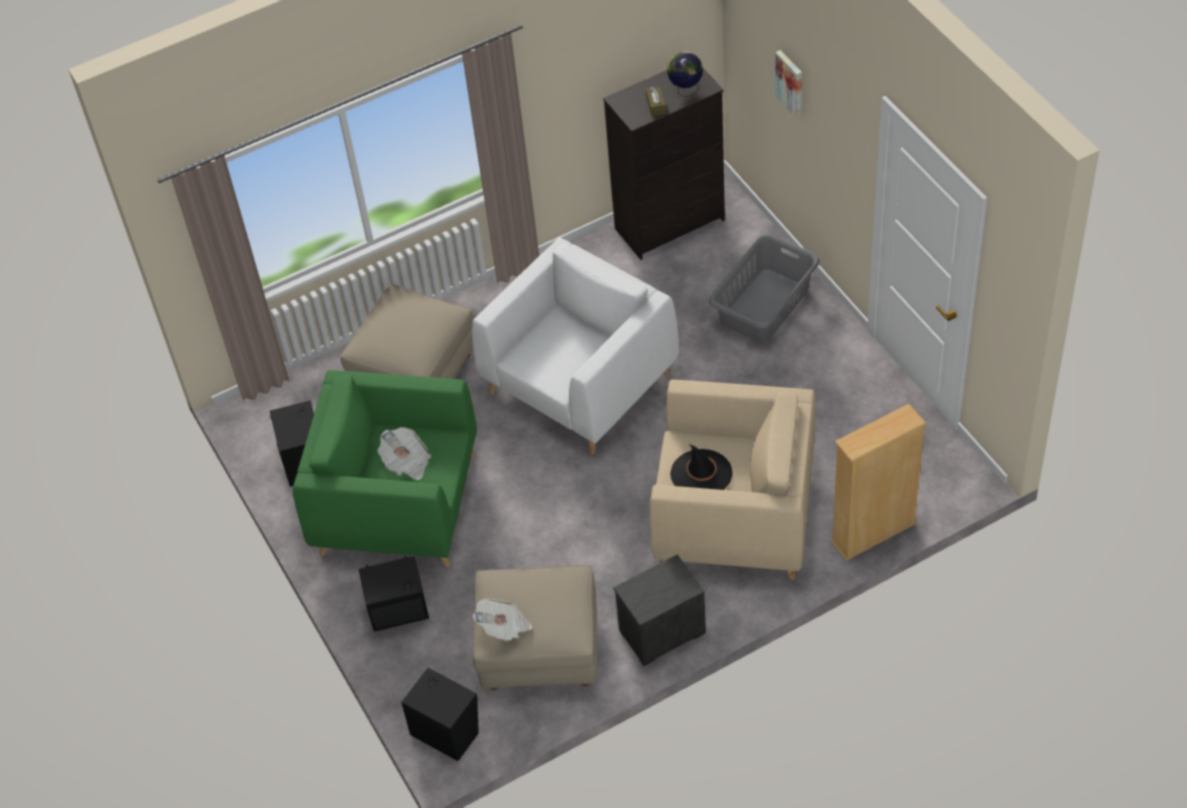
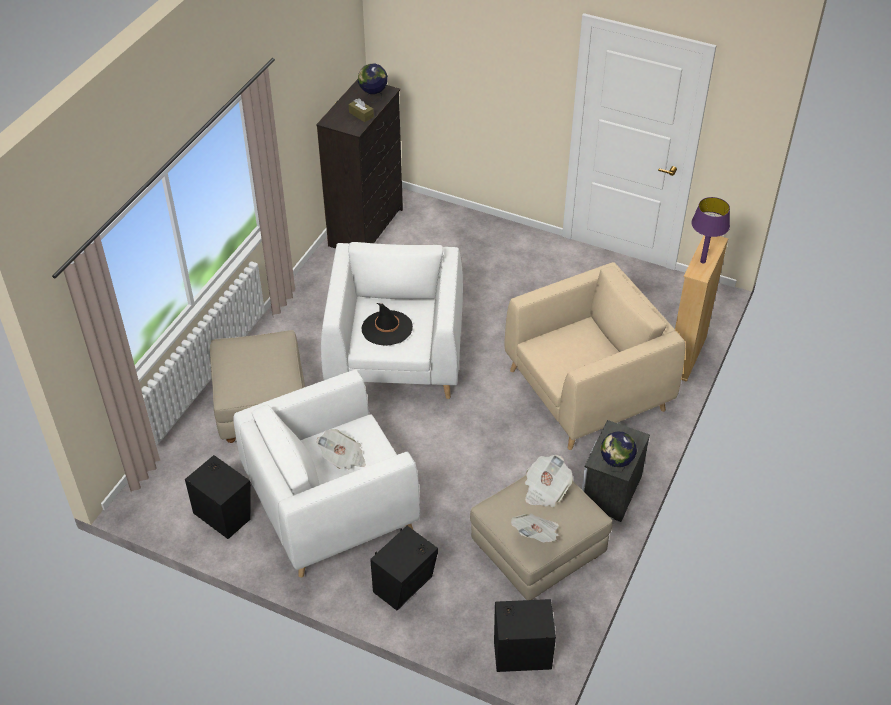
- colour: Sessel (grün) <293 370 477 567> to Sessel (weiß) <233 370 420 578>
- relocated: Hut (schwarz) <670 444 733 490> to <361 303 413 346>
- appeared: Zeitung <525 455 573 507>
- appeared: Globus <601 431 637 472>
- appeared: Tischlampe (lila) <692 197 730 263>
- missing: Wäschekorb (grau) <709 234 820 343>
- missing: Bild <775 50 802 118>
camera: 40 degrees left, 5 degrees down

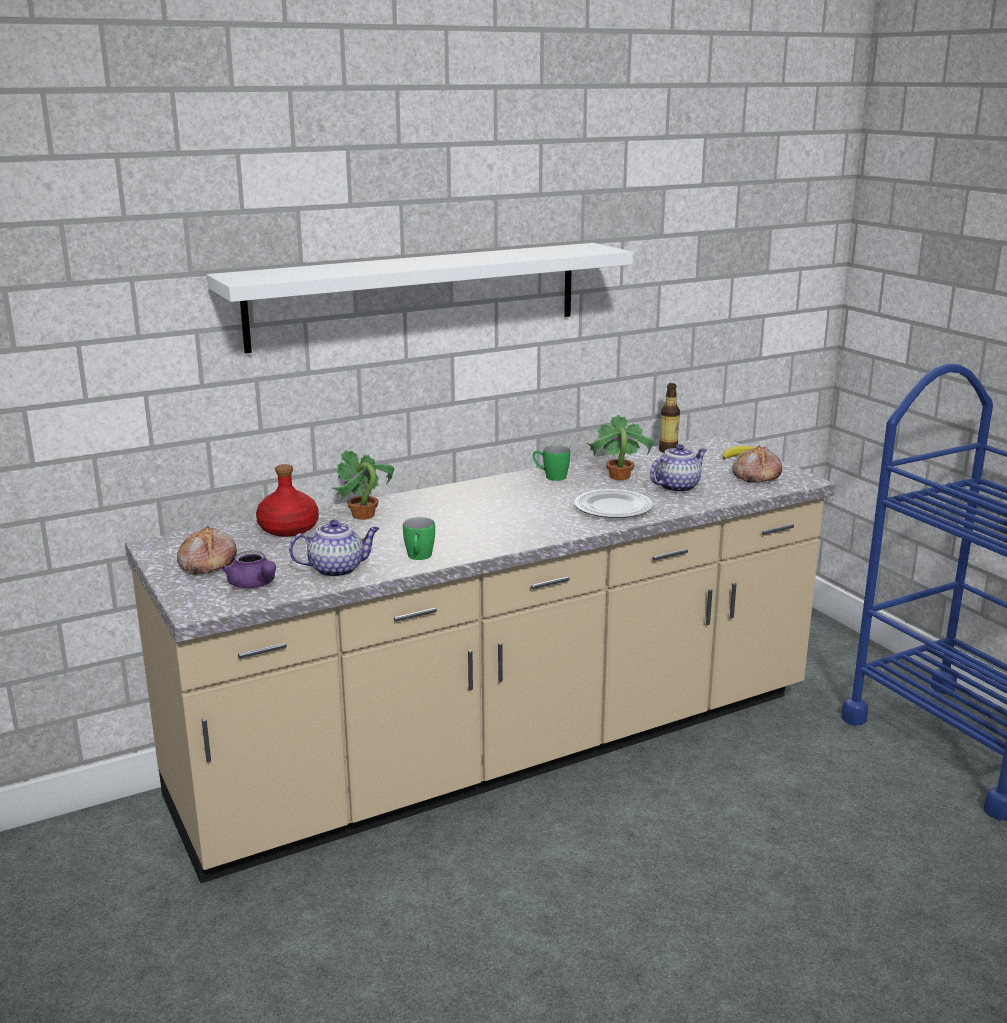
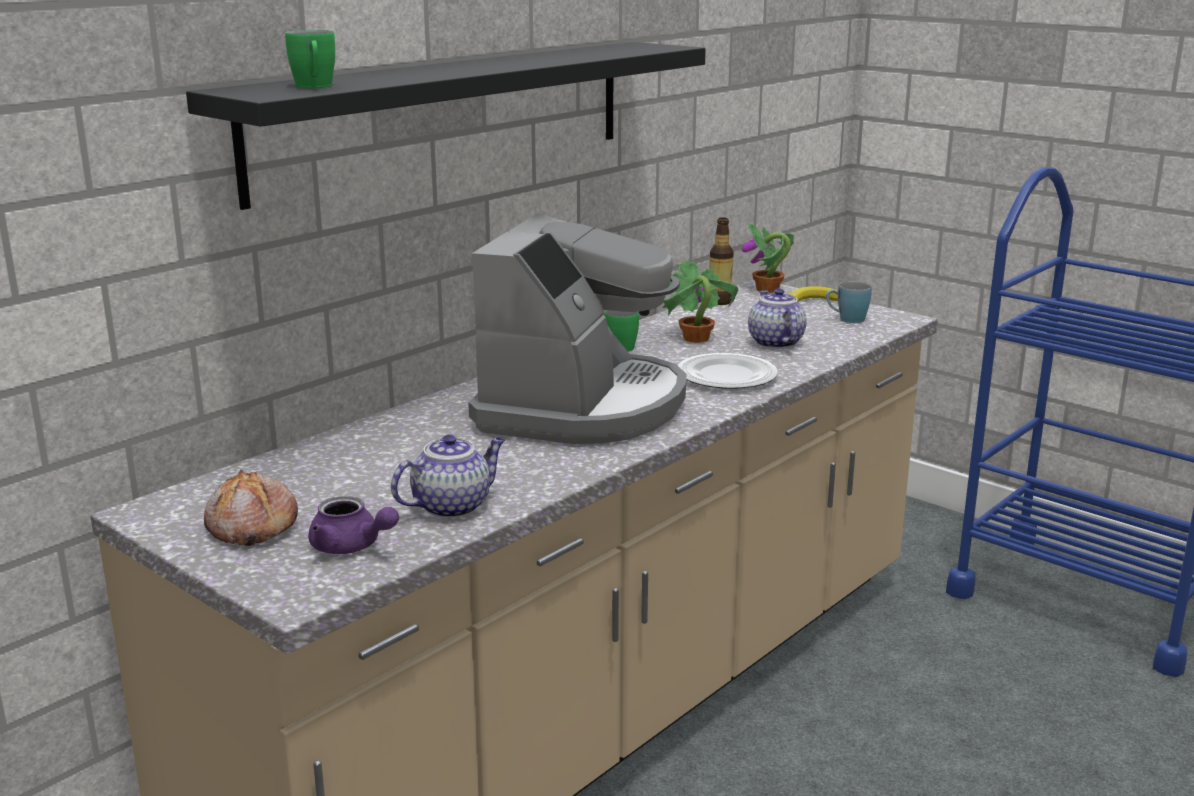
- colour: Wandregal (weiß) <207 243 633 353> to Wandregal (schwarz) <186 42 706 210>
- relocated: Henkelbecher (grün) <403 517 435 560> to <285 30 335 88>
- appeared: Kaffeemaschine <468 213 686 444>
- relocated: Topfpflanze <332 450 394 520> to <741 223 794 293>
- spun: Teekanne <650 444 706 493> = <748 288 806 349> 45 degrees counterclockwise
- exchanged: Brot <732 445 782 482> to Henkelbecher (blau) <826 281 872 323>
- missing: Flasche (rot) <256 464 319 537>
camera: 20 degrees left, 0 degrees up

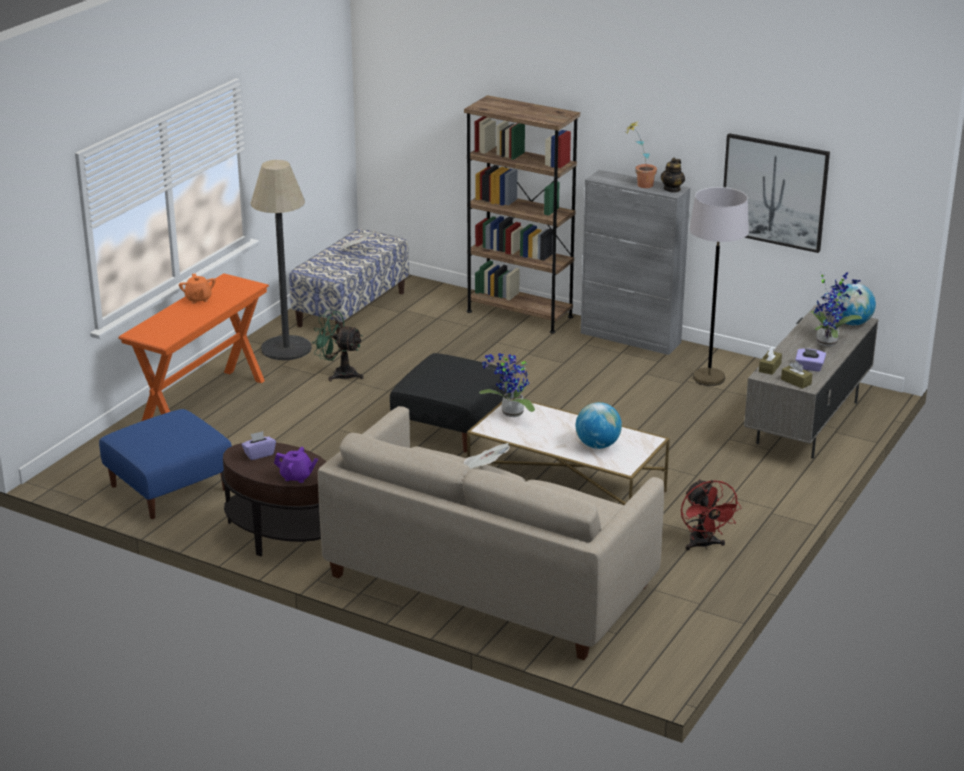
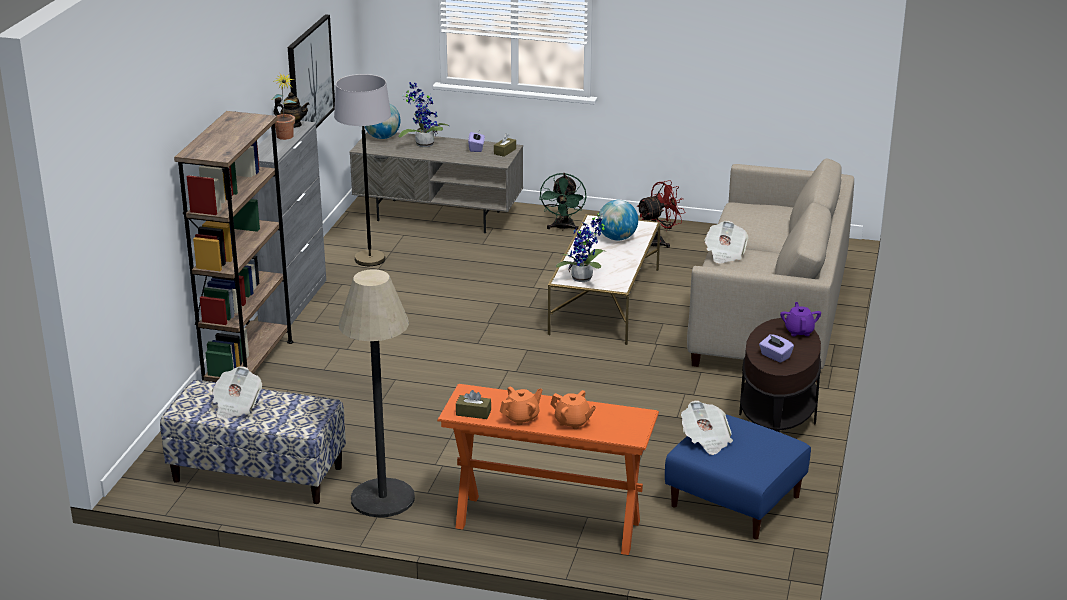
- relocated: Taschentuchbox (braun) <759 347 782 375> to <456 390 491 419>
- relocated: Ventilator (grün) <312 310 364 381> to <539 173 586 231>
- appeared: Teekanne (orange) <550 390 596 430>
- appeared: Zeitung <681 400 733 455>
- missing: Polsterhocker (schwarz) <390 353 509 453>
camera: 105 degrees left, 0 degrees up

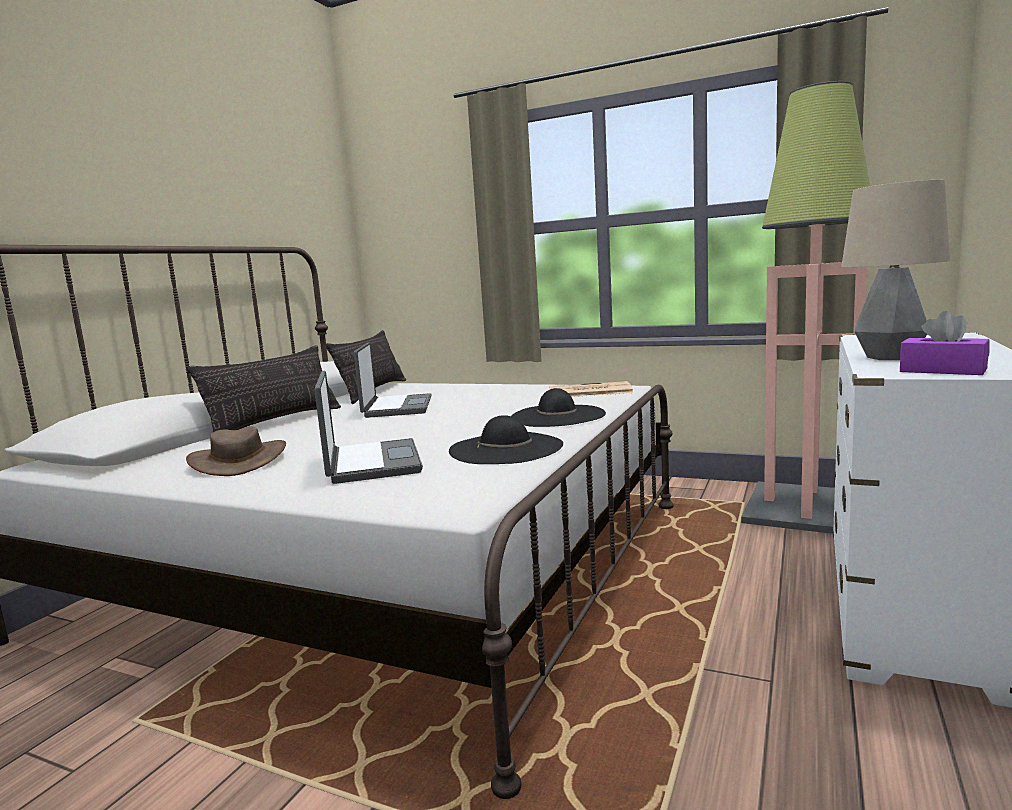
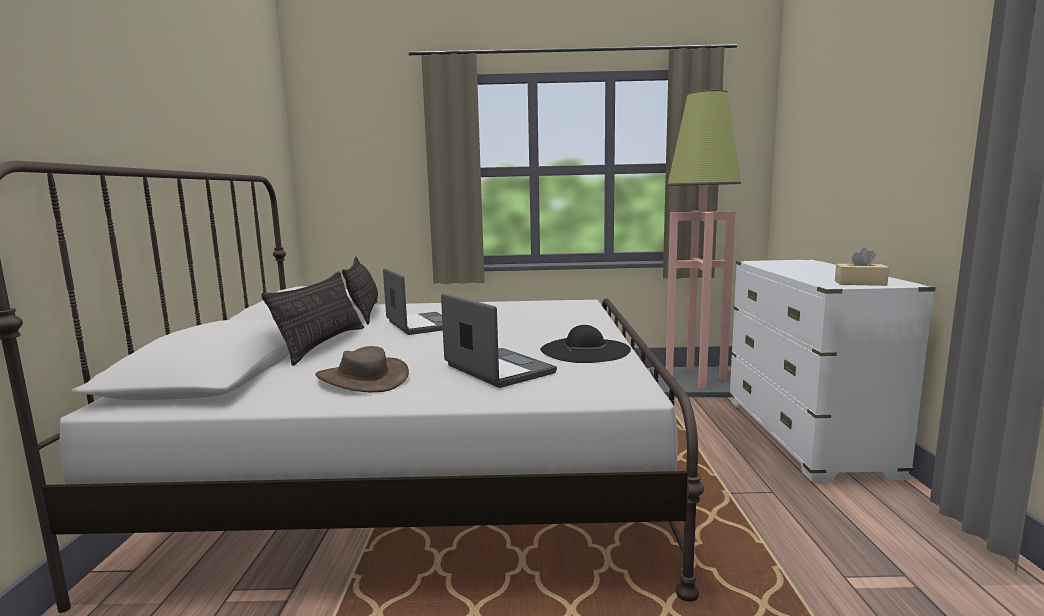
- colour: Taschentuchbox (lila) <900 311 990 375> to Taschentuchbox (beige) <835 248 889 286>
- missing: Hut (schwarz) <511 388 606 427>
- missing: Zeitung <549 381 633 397>
- missing: Tischlampe <841 180 950 360>
camera: 25 degrees left, 0 degrees up

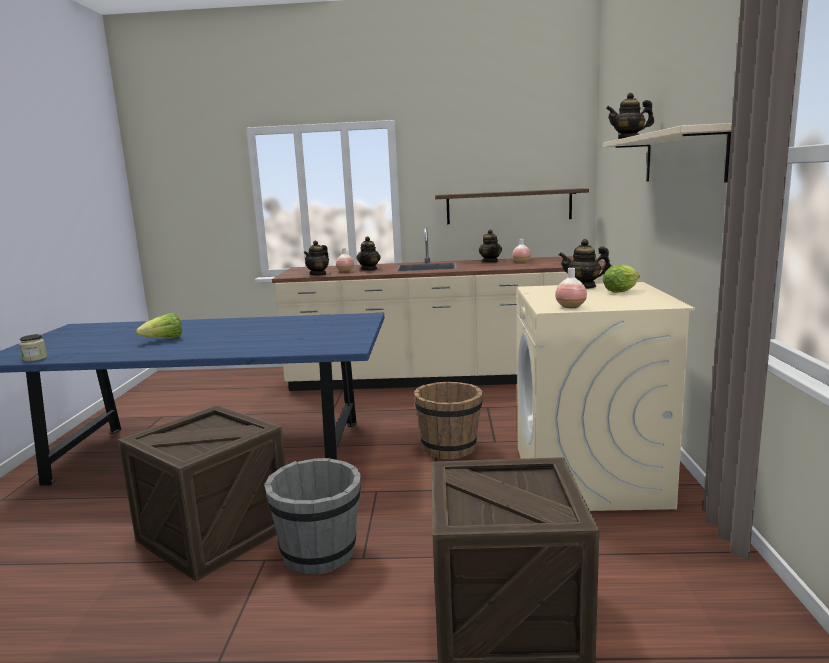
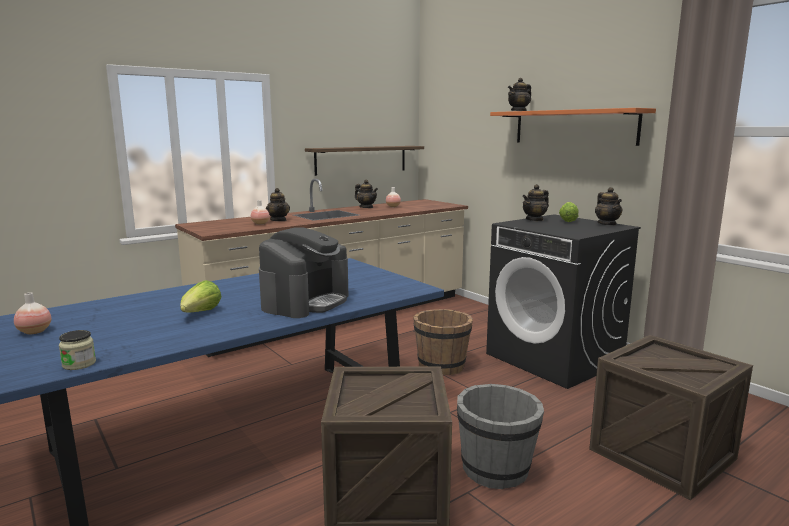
- relocated: Vase <555 268 587 308> to <14 292 51 334>
- appeared: Kaffeemaschine <259 227 348 318>
- colour: Waschmaschine (beige) <517 282 695 511> to Waschmaschine (schwarz) <486 214 641 389>
- colour: Wandregal (beige) <603 123 732 182> to Wandregal (orange) <490 108 656 146>
- relocated: Teekanne <304 240 329 276> to <595 187 622 226>
camera: 40 degrees left, 0 degrees up

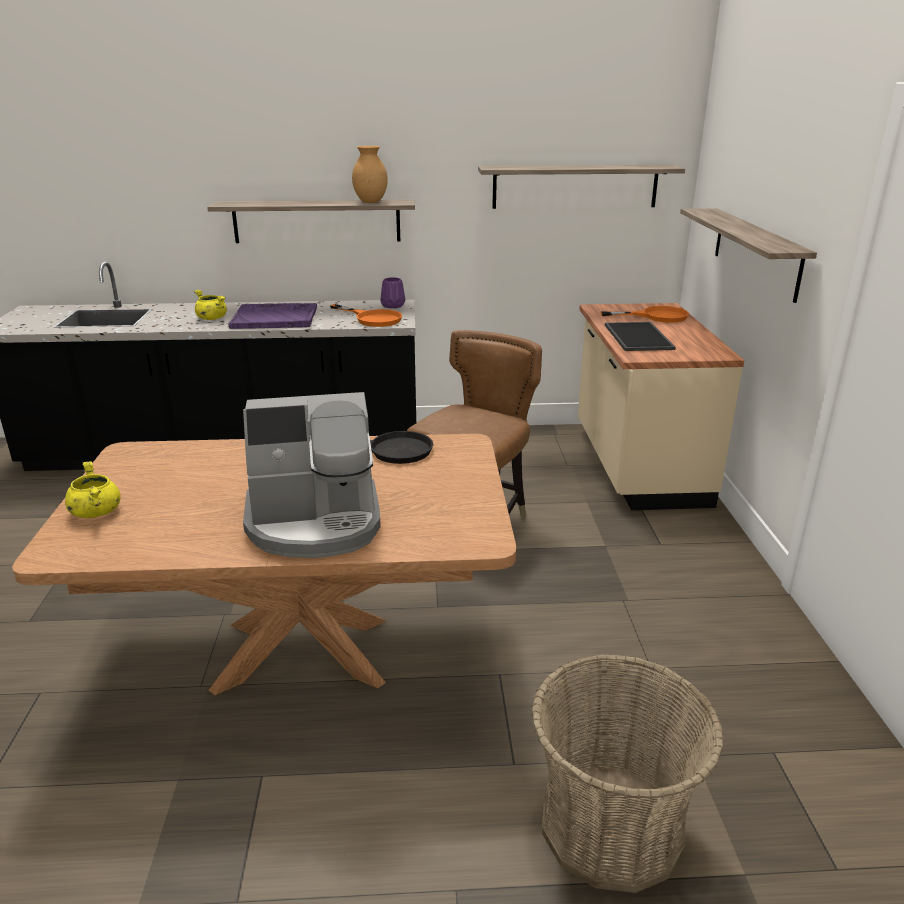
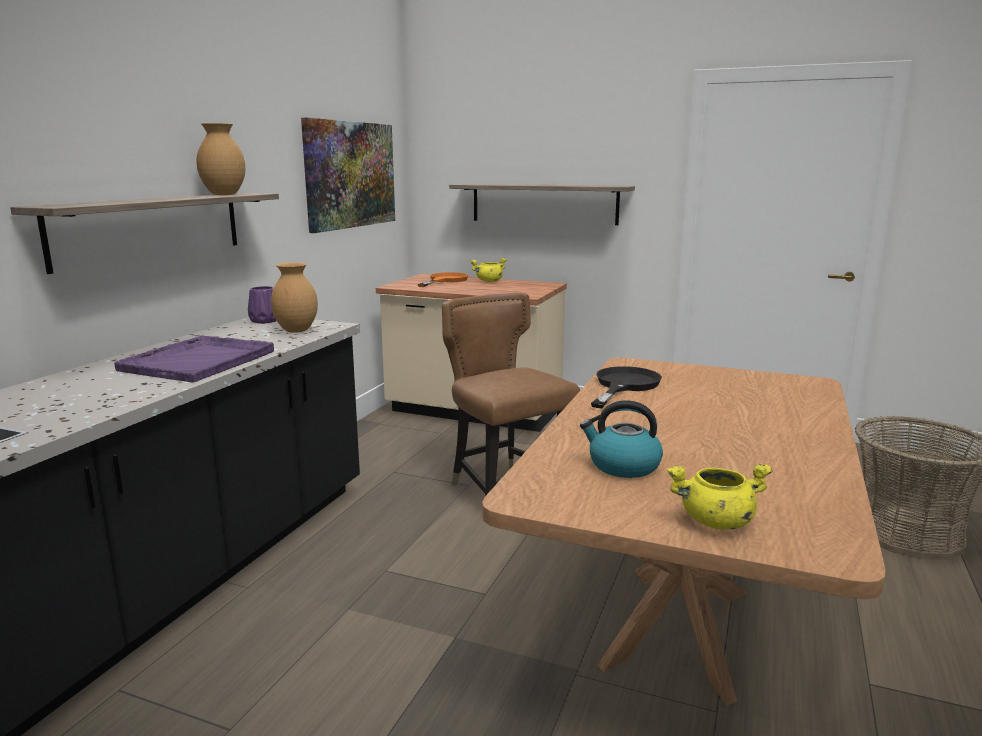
- exchanged: Pfanne (orange) <330 304 402 327> to Vase (braun) <271 262 318 333>
- exchanged: Wandregal <478 165 685 209> to Bild <301 118 395 233>
- relocated: Kochtopf (gelb) <194 290 227 320> to <470 258 507 282>
- appeared: Wasserkessel <580 400 663 478>
- missing: Kaffeemaschine <243 392 381 558>
- missing: Tablett <605 322 675 351>
camera: 65 degrees left, 10 degrees down

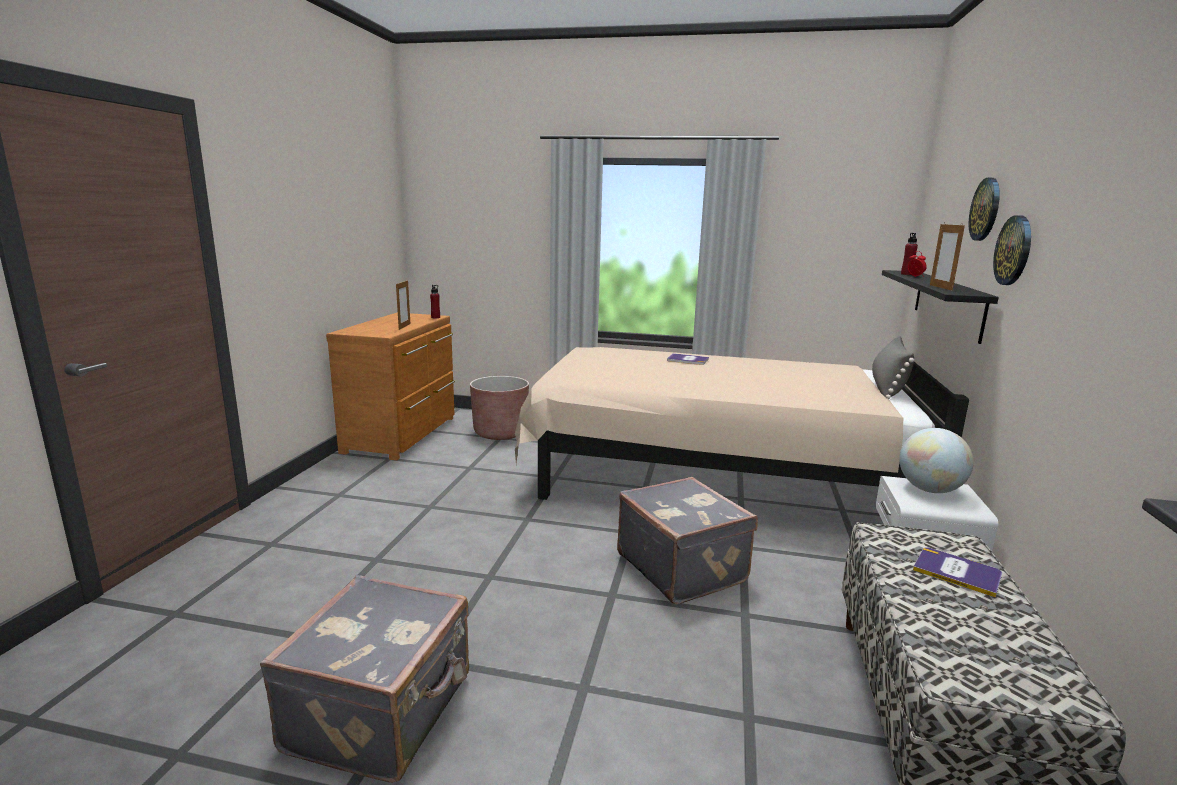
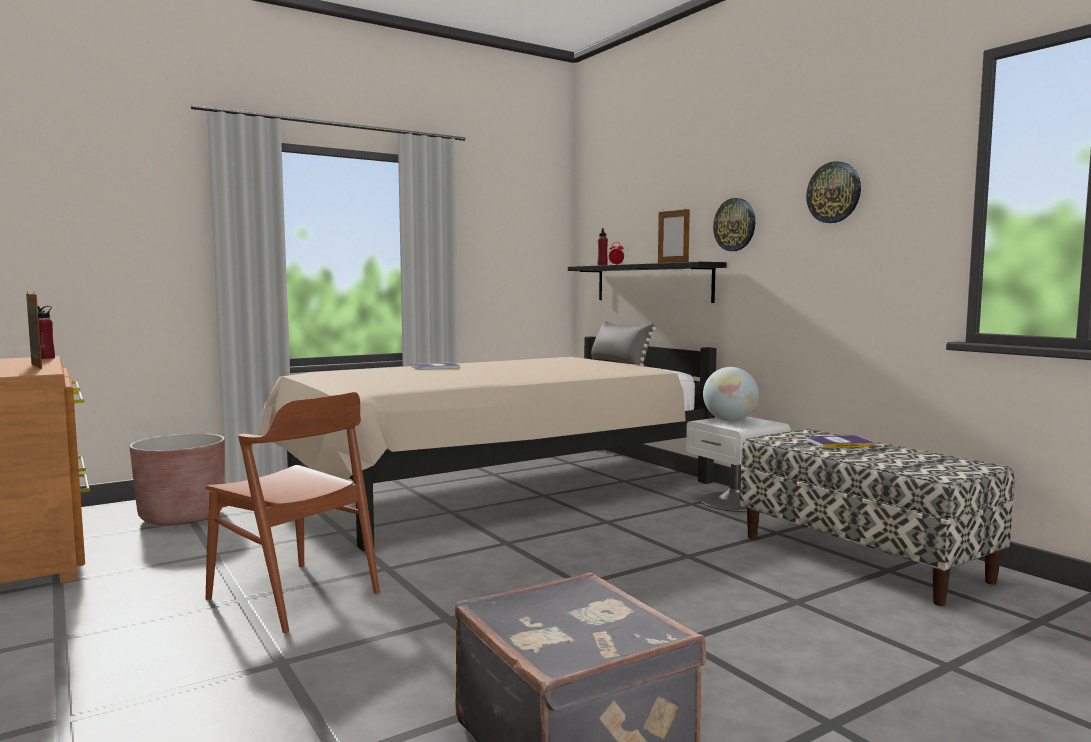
- appeared: Stuhl (braun) <205 392 380 633>
- relocated: Wanduhr <969 178 1000 241> to <806 161 861 223>
- missing: Koffer (grau) <617 477 758 604>
camera: 45 degrees left, 10 degrees down

